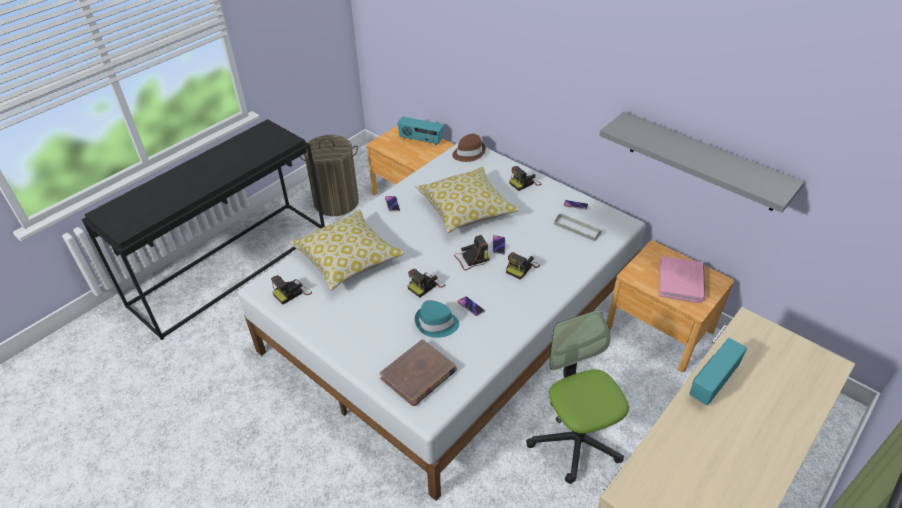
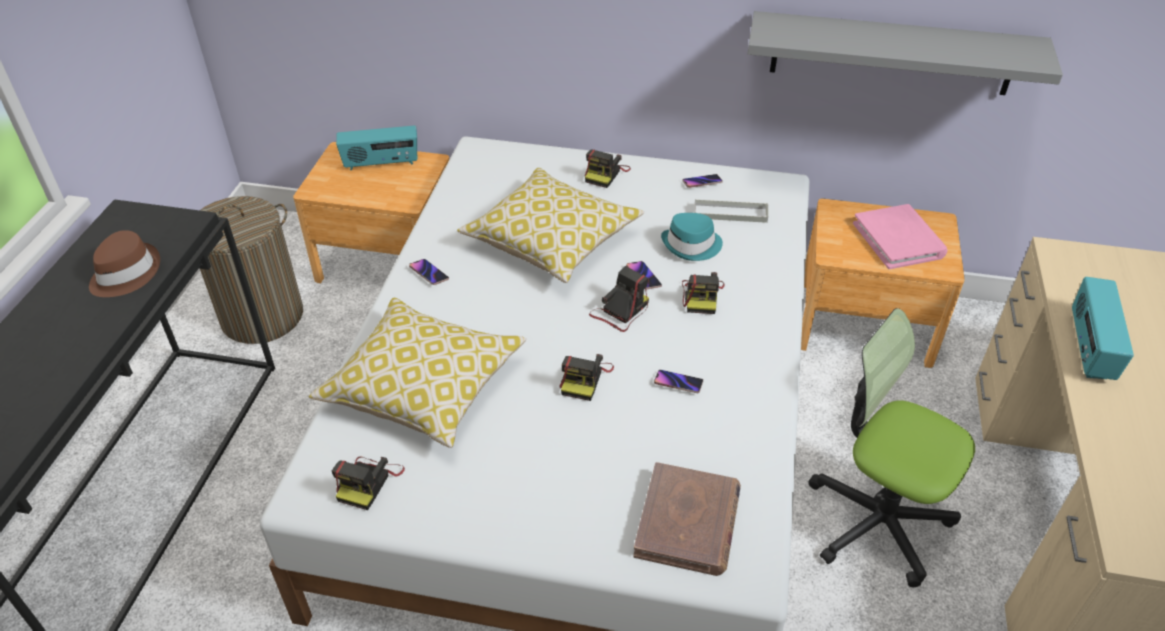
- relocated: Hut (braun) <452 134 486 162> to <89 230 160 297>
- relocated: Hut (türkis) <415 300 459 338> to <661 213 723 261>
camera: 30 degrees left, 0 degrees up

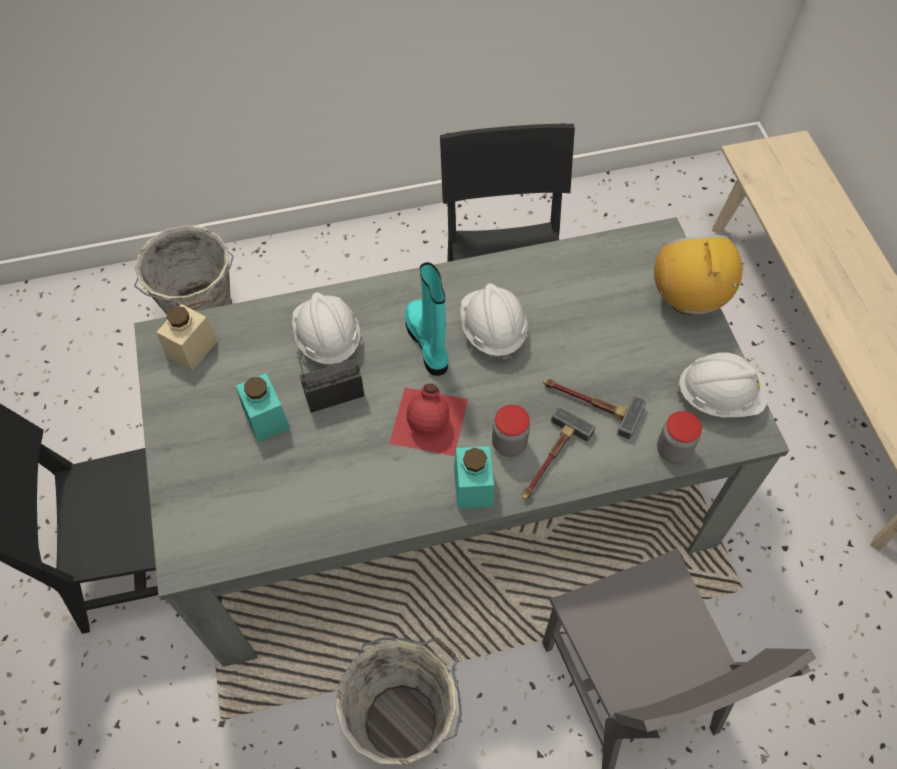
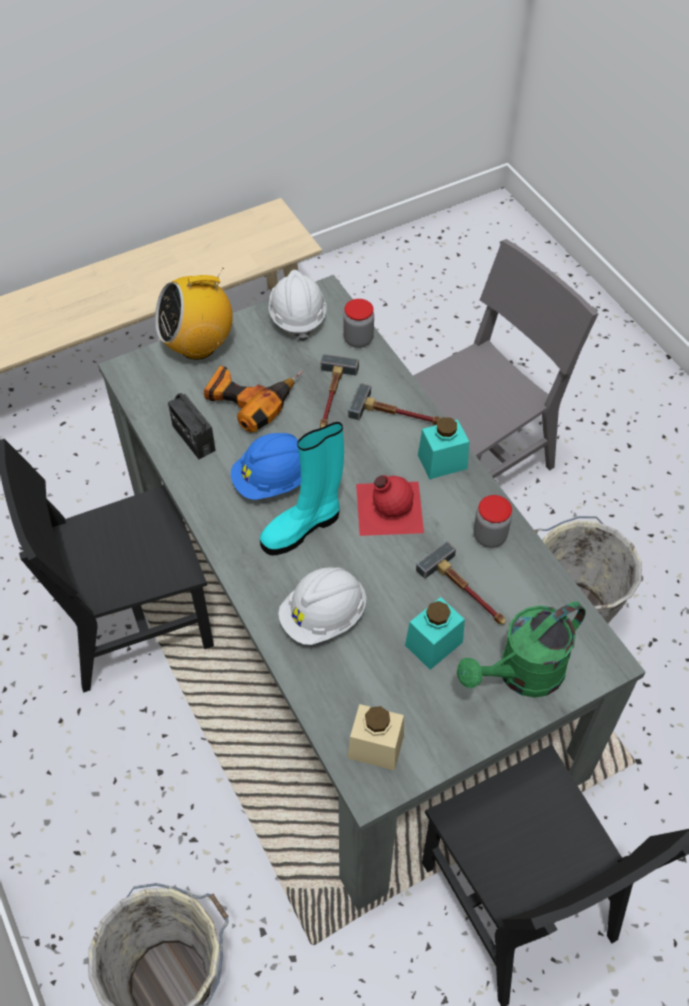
- relocated: Radio <297 352 365 413> to <168 393 216 459>
- appeared: Bohrmaschine <204 366 303 433>
- colour: Schutzhelm (weiß) <460 283 527 362> to Schutzhelm (blau) <231 433 301 500>
- appeared: Hammer <416 541 506 625>
- appeared: Gießkanne (grün) <457 601 586 698>
- relocated: Vorratsglas <492 405 530 457> to <473 495 512 548>
camera: 105 degrees left, 5 degrees down

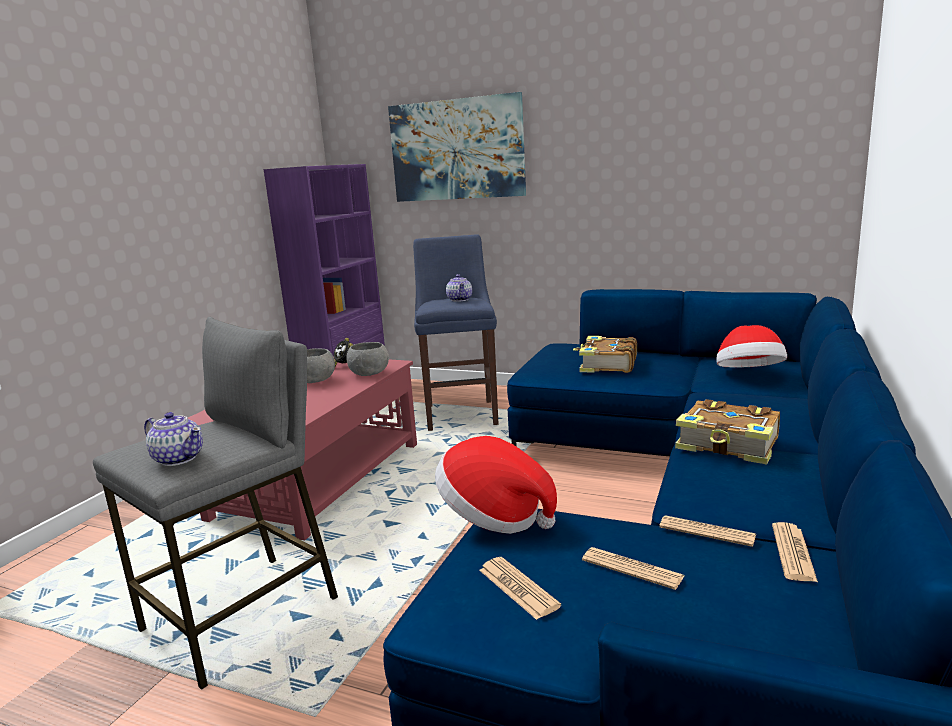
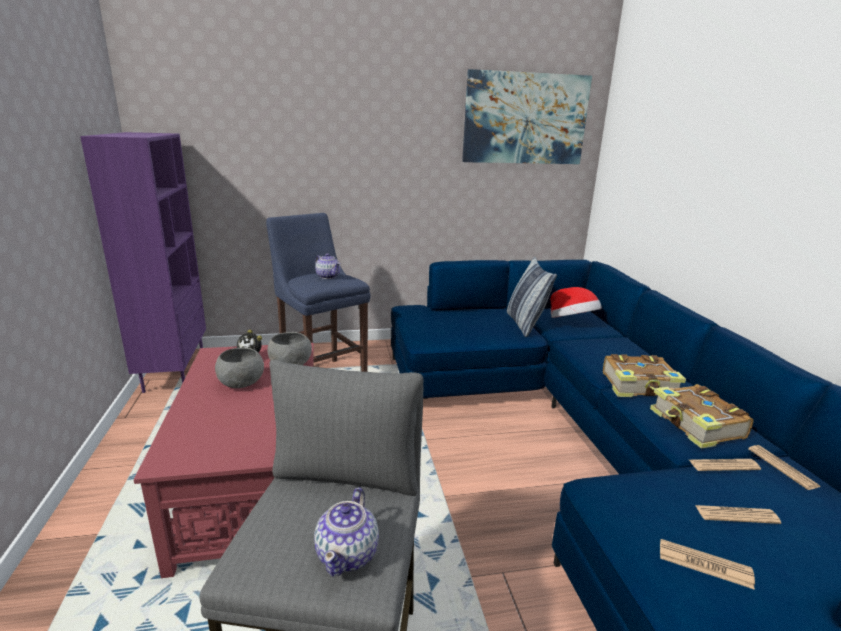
- spun: Teekanne <144 412 203 466> = <314 487 379 576> 105 degrees clockwise
- relocated: Bild <388 92 526 202> to <462 69 592 164>
- appeared: Kissen <507 256 557 337>
- relocated: Buch <573 336 637 373> to <650 384 753 449>
- missing: Hut <435 436 557 534>
camera: 35 degrees left, 5 degrees up

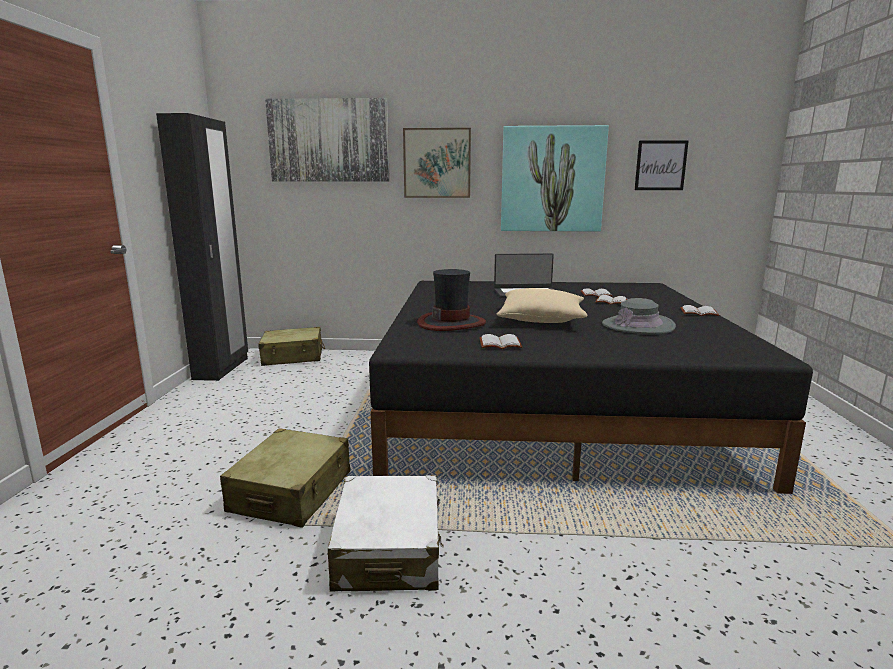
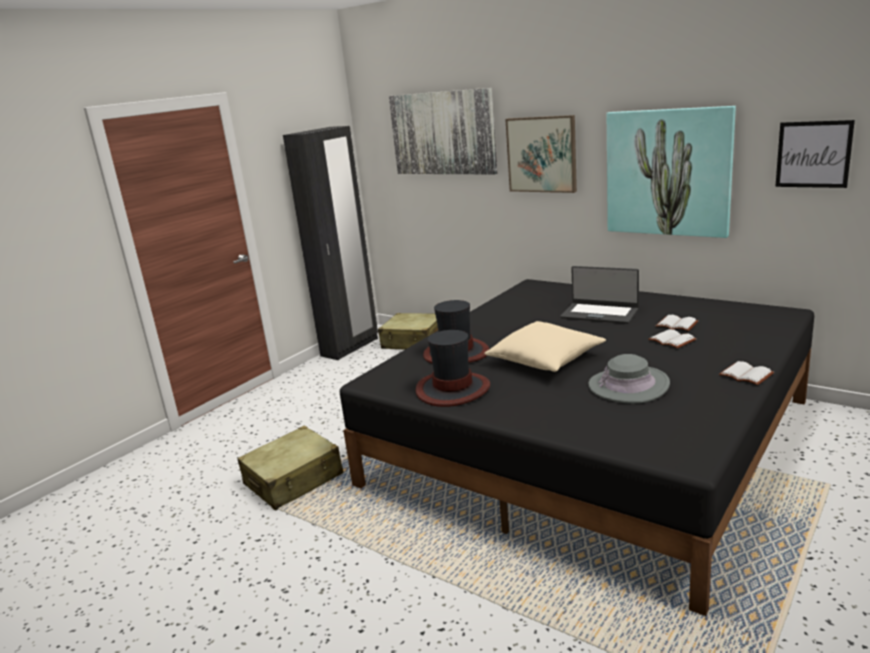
- exchanged: Buch (weiß) <479 334 522 349> to Hut <415 330 490 407>
- missing: Koffer (weiß) <328 475 444 592>
camera: 35 degrees right, 5 degrees up

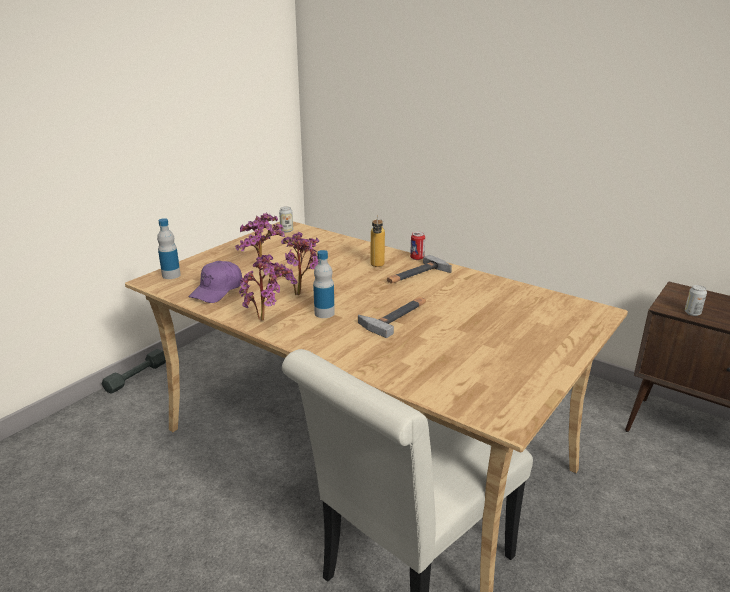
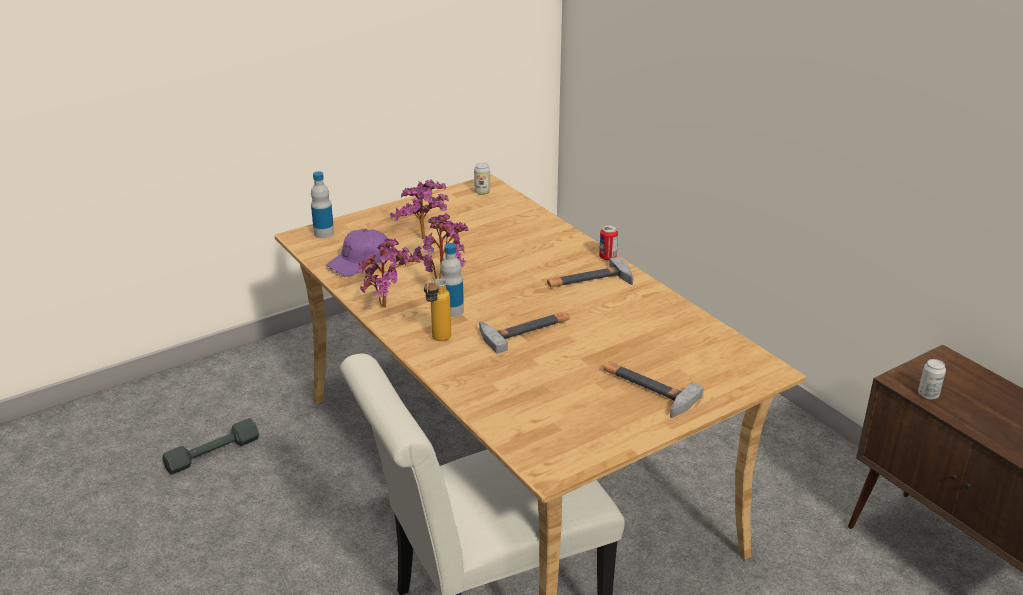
- relocated: Hantel (grau) <102 349 166 393> to <162 418 259 474>
- relocated: Flasche <371 215 385 267> to <424 277 451 341>
- appeared: Hammer <603 361 704 418>
camera: 20 degrees right, 5 degrees up

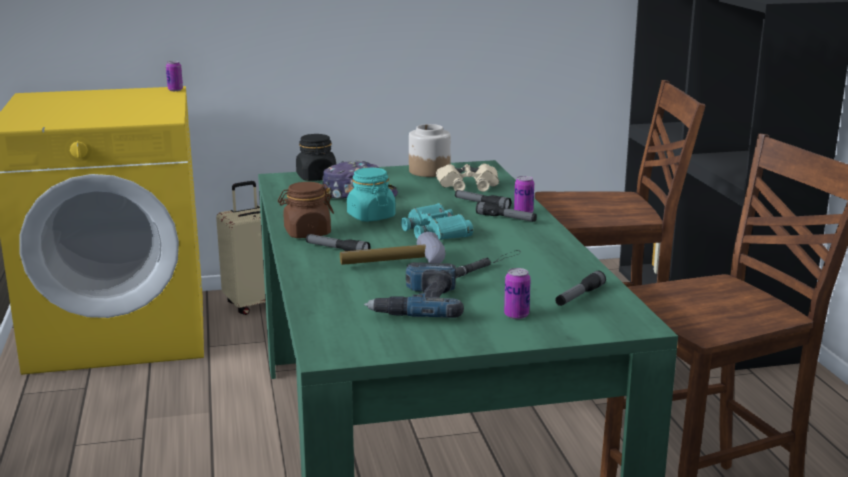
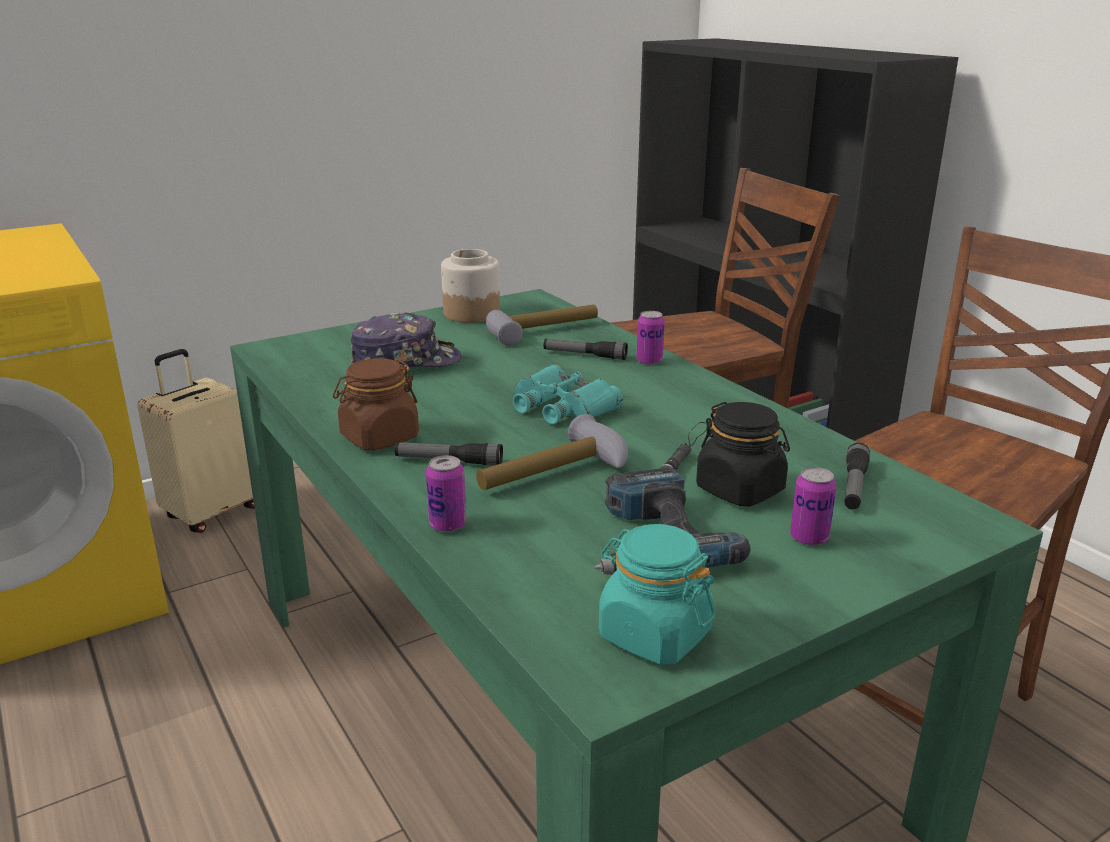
- relocated: Dose <166 61 183 91> to <426 455 467 532>
- exchanged: Fernglas (beige) <436 163 499 192> to Hammer <486 304 598 345>
- relocated: Vorratsglas (türkis) <347 168 396 222> to <599 524 715 665>
- relocated: Vorratsglas (schwarz) <296 134 336 181> to <696 402 790 506>
- missing: Taschenlampe <476 201 537 222>
camera: 20 degrees left, 5 degrees up

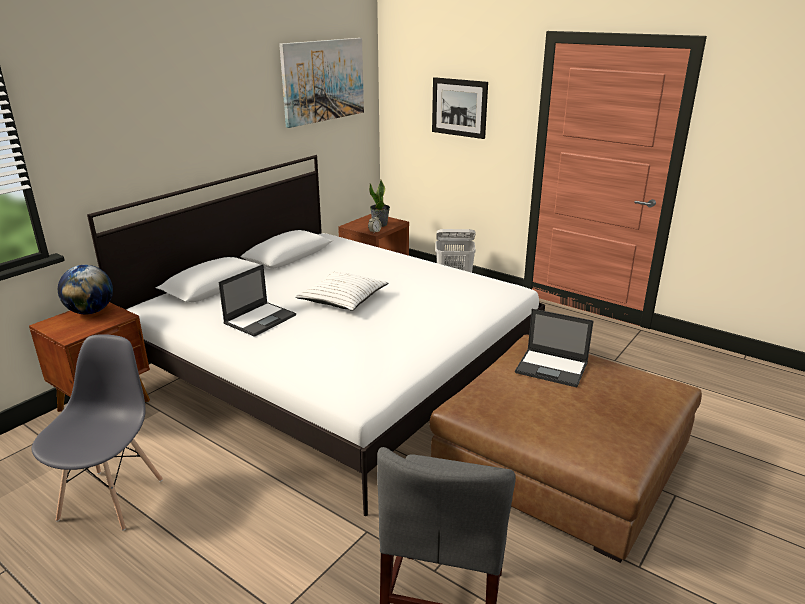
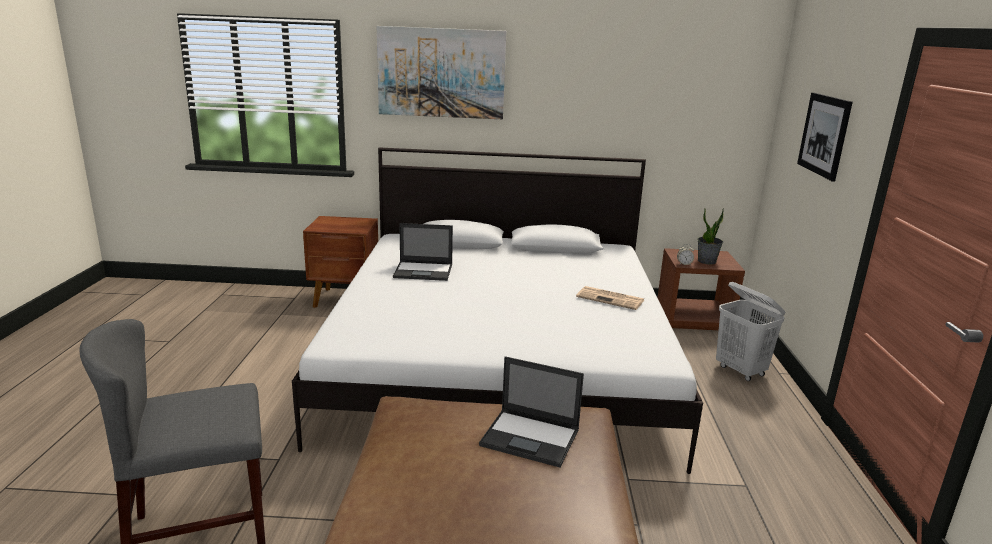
- relocated: Bild <279 38 364 128> to <377 26 506 119>
- spun: Laptop <515 309 593 388> = <479 356 584 467> 60 degrees counterclockwise
- appeared: Zeitung <576 286 644 310>
- missing: Stuhl (grau) <32 334 163 531>
- missing: Globus <58 265 113 314>
- missing: Kissen (weiß) <295 272 389 310>
camera: 55 degrees right, 5 degrees down

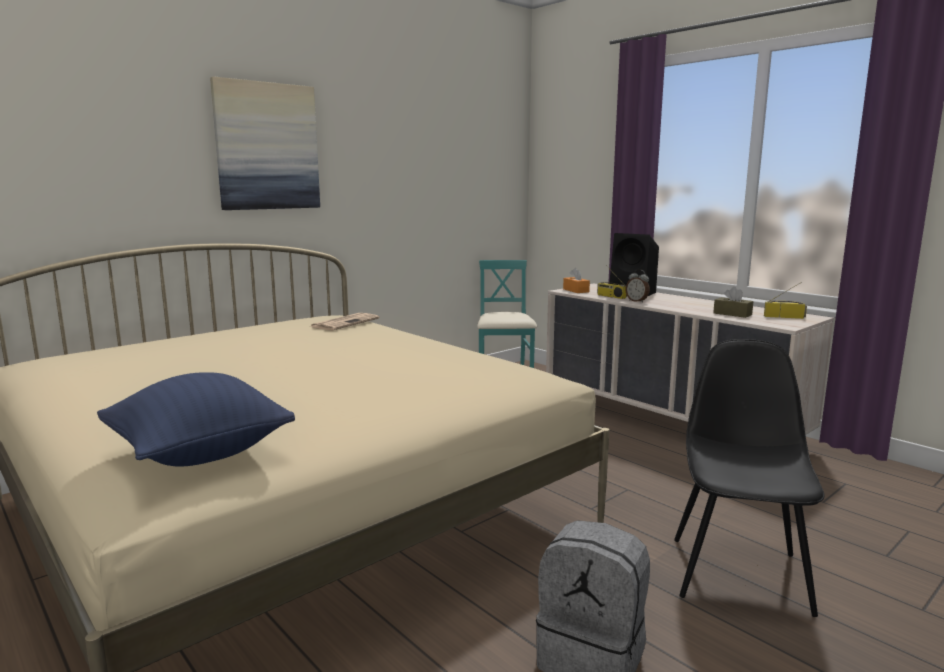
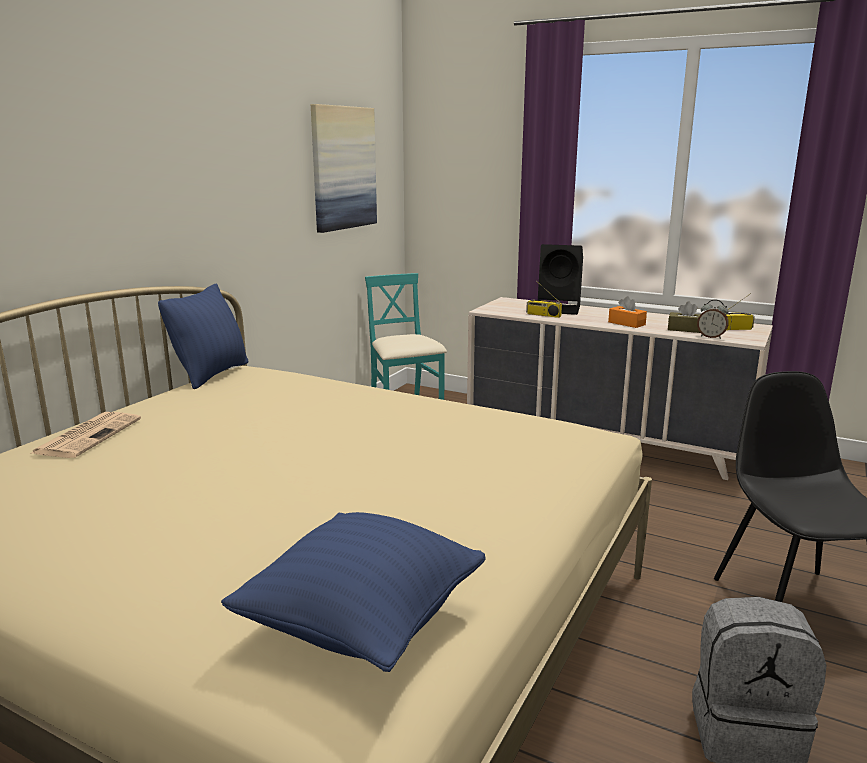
- relocated: Zeitung <311 313 379 330> to <31 412 141 458>
- appeared: Kissen (blau) <158 283 248 389>
- relocated: Bild <210 76 320 210> to <311 104 377 233>
- relocated: Taschentuchbox (orange) <563 268 590 293> to <608 296 647 328>
- relocated: Wecker <626 269 650 303> to <697 300 729 339>
camera: 20 degrees left, 5 degrees up

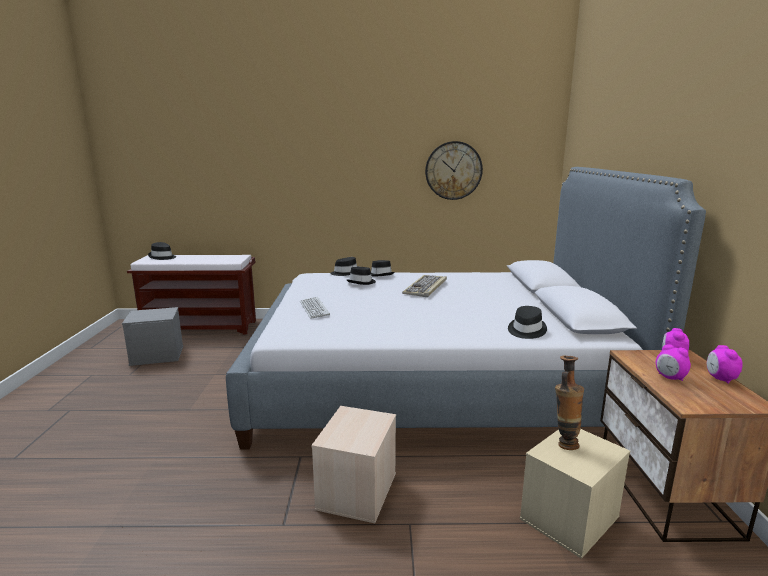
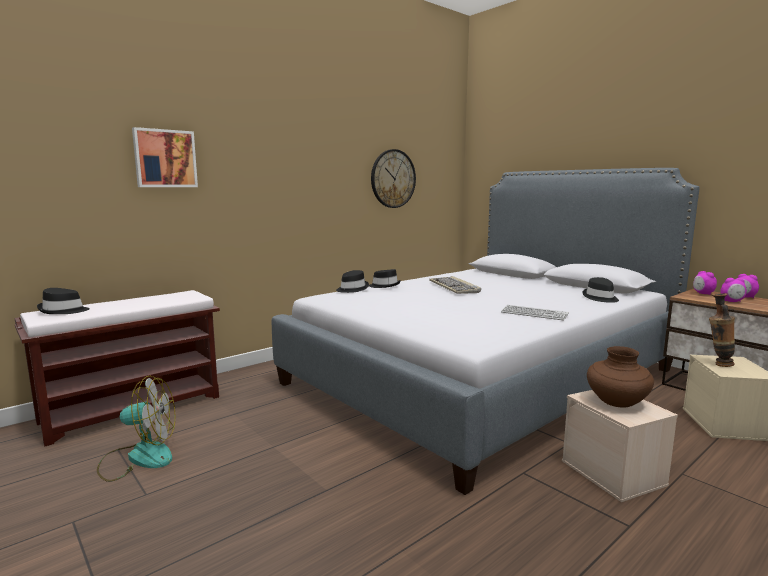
- exchanged: Aufbewahrungsbox (grau) <122 307 183 366> to Ventilator <97 376 176 482>
- appeared: Bild <132 127 198 187>
- relocated: Tastatur <300 297 330 319> to <501 305 569 320>
- appeared: Vase (braun) <587 346 654 408>
- missing: Hut (schwarz) <346 267 376 285>
camera: 40 degrees left, 5 degrees down

